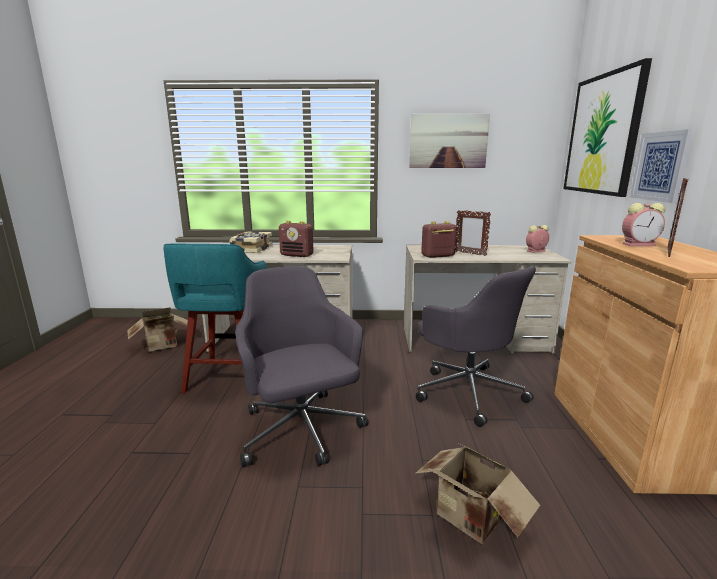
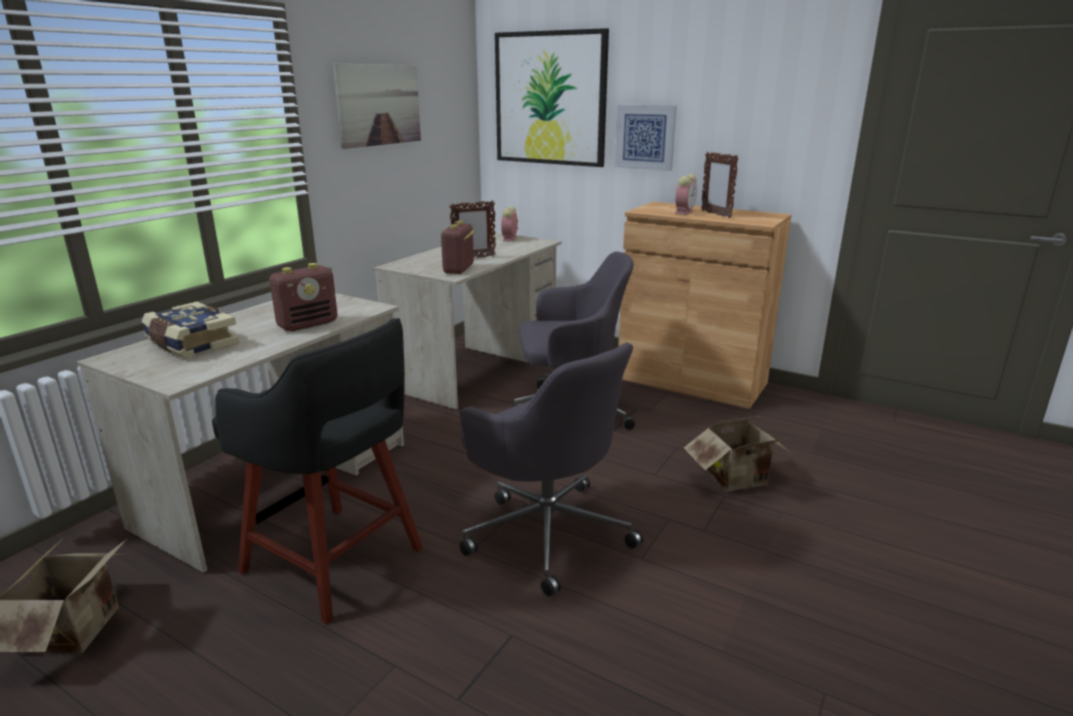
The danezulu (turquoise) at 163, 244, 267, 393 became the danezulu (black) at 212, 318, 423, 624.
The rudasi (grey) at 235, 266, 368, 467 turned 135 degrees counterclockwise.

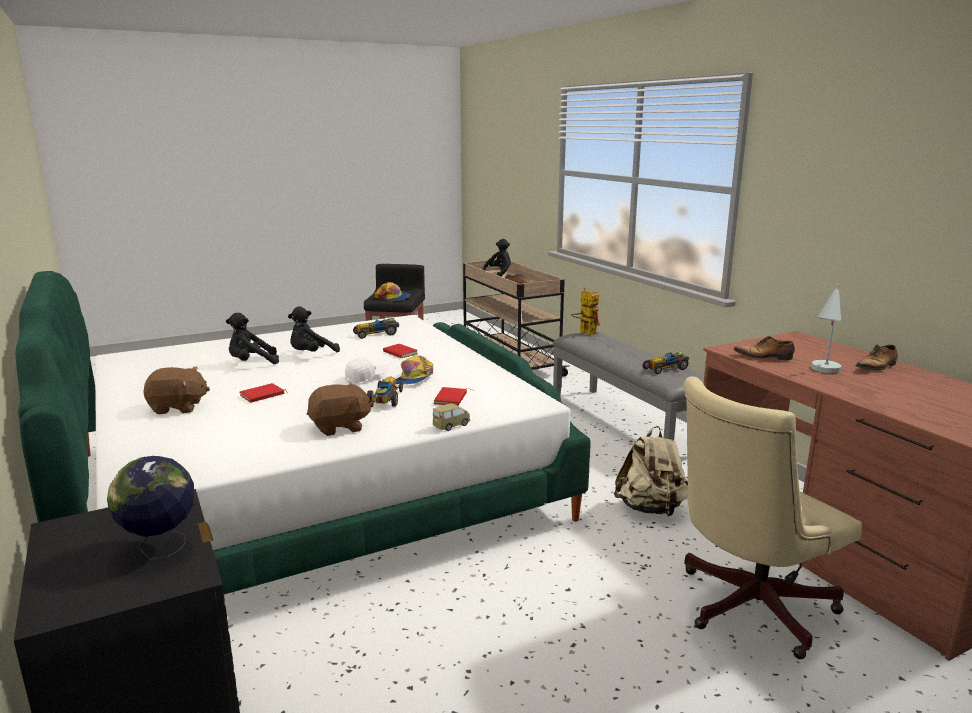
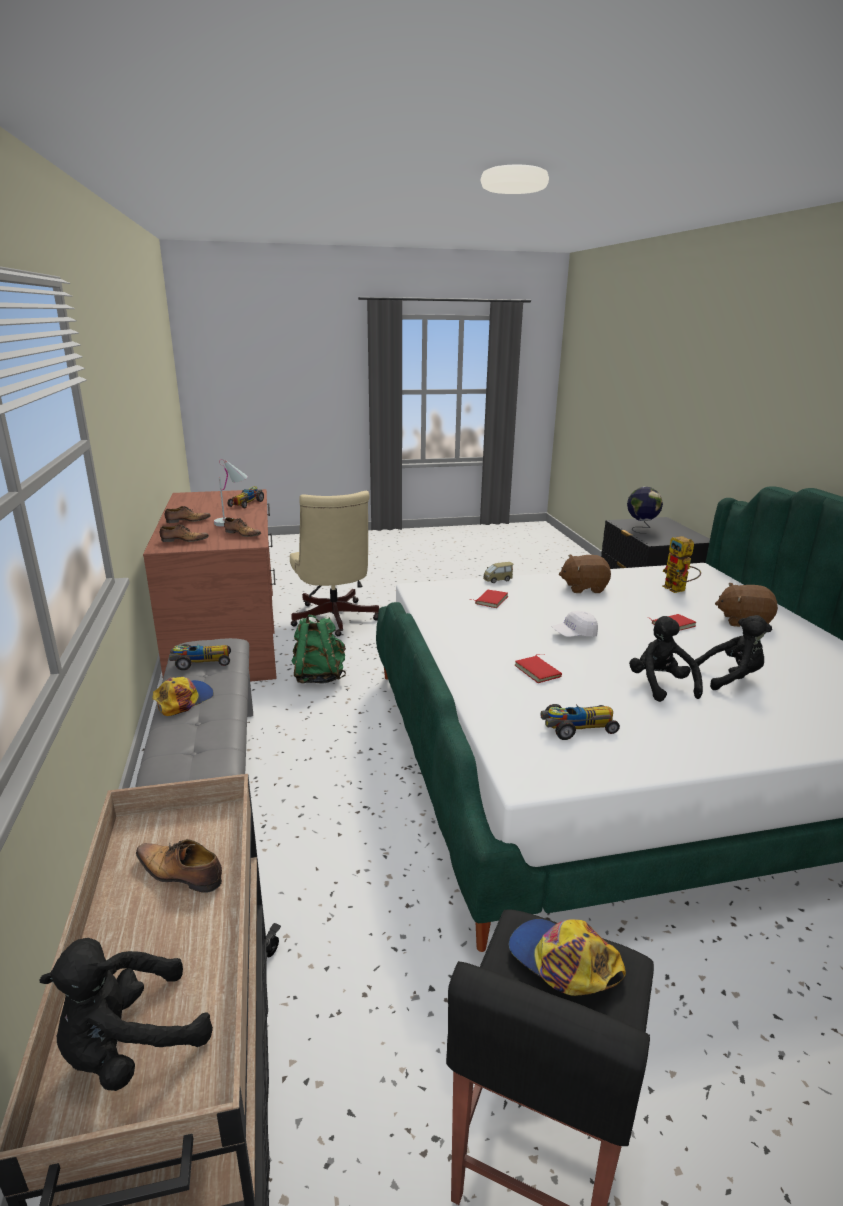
The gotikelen moved from 395, 355, 433, 384 to 152, 677, 214, 716.
The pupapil at 159, 524, 209, 542 appeared.
The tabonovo moved from 367, 377, 403, 407 to 228, 486, 264, 508.
The rudasi (beige) at 683, 376, 862, 659 turned 90 degrees clockwise.
The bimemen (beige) at 614, 426, 688, 516 became the bimemen (green) at 292, 614, 346, 684.
The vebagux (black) at 288, 307, 340, 353 turned 75 degrees counterclockwise.
The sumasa moved from 571, 288, 600, 335 to 662, 536, 701, 593.

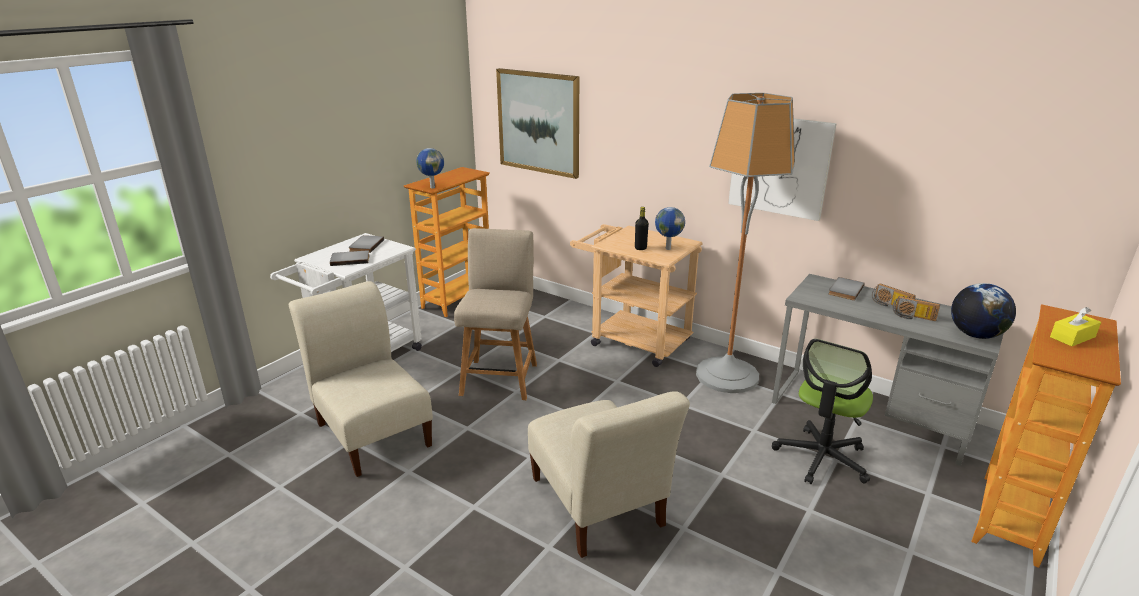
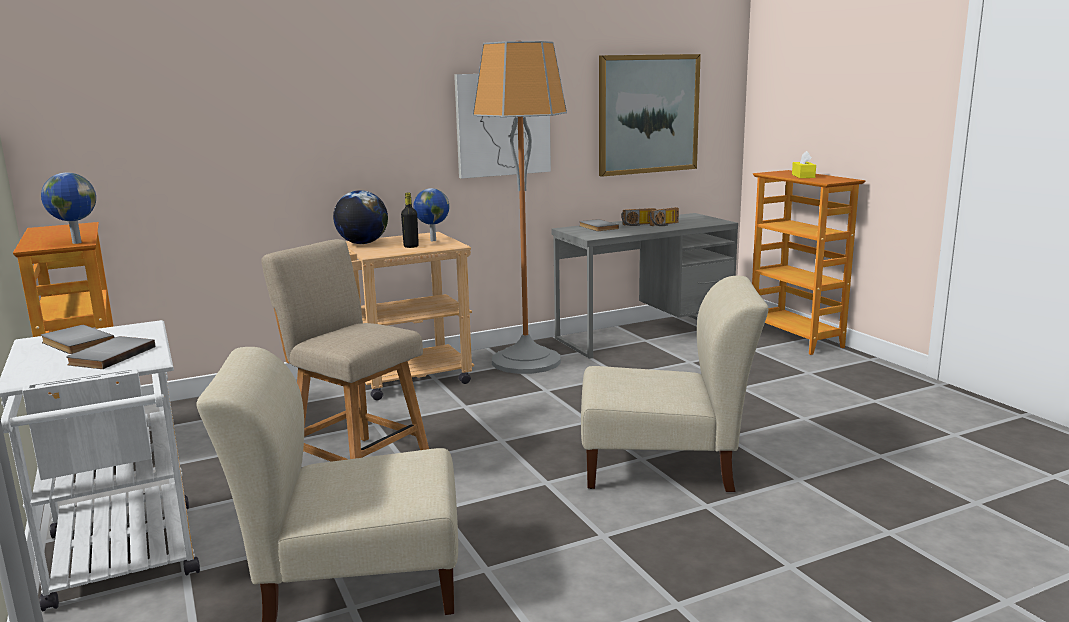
The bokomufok moved from 951, 283, 1016, 339 to 333, 190, 388, 244.
The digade moved from 496, 68, 579, 179 to 599, 54, 701, 177.
The rudasi at 772, 339, 873, 484 disappeared.

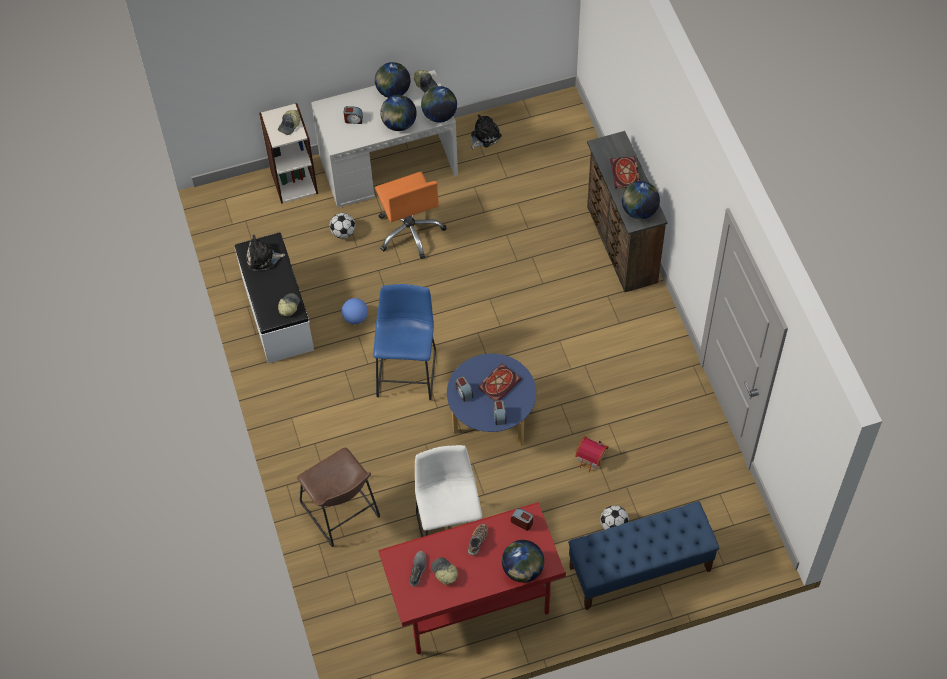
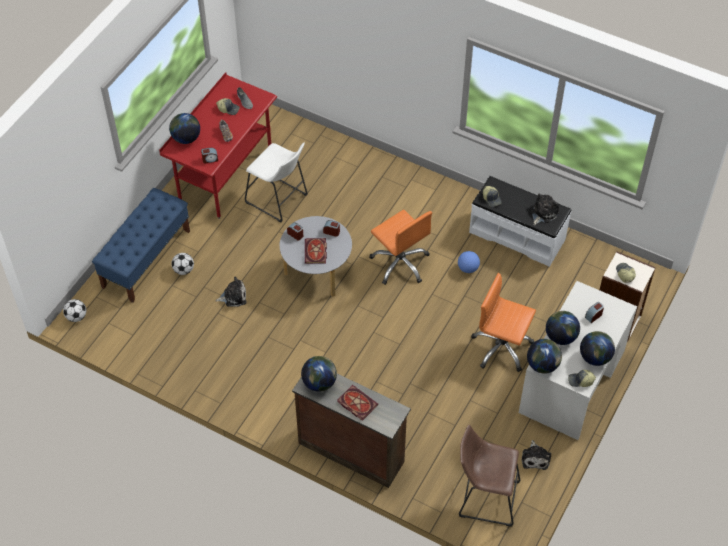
The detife moved from 330, 213, 355, 239 to 63, 299, 86, 322.
The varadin at 575, 436, 608, 472 was replaced by the vebagux at 215, 276, 247, 307.
The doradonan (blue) at 447, 354, 536, 446 became the doradonan (grey) at 279, 216, 352, 297.
The danezulu (blue) at 373, 284, 436, 400 was replaced by the rudasi (orange) at 369, 209, 432, 285.
The danezulu (brown) moved from 297, 448, 380, 547 to 459, 425, 520, 527.

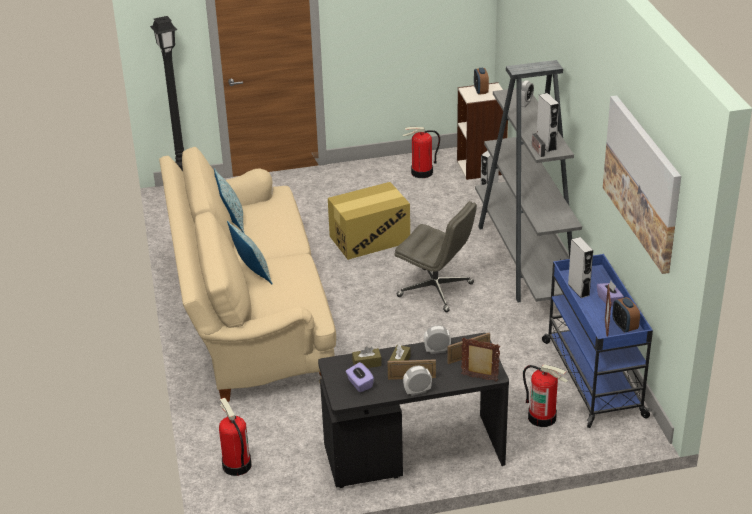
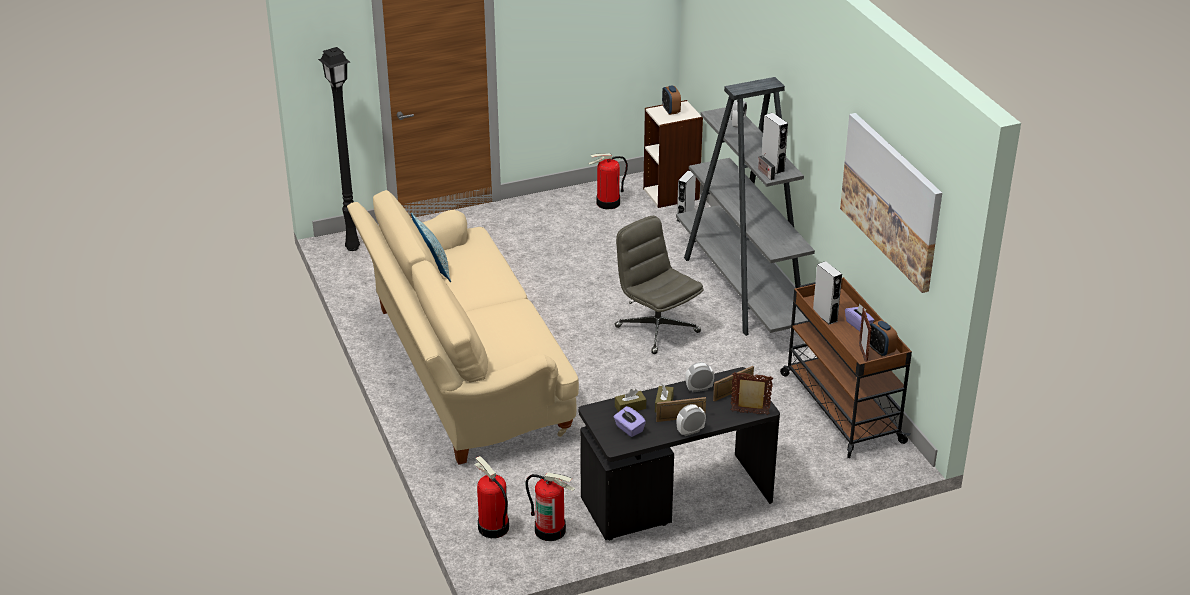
The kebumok moved from 523, 364, 569, 427 to 525, 472, 575, 541.
The rudasi (grey) at 395, 201, 477, 312 turned 150 degrees counterclockwise.
The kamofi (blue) at 542, 254, 653, 428 became the kamofi (brown) at 780, 277, 912, 458.
The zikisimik at 227, 220, 273, 284 disappeared.
The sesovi at 328, 182, 410, 260 disappeared.

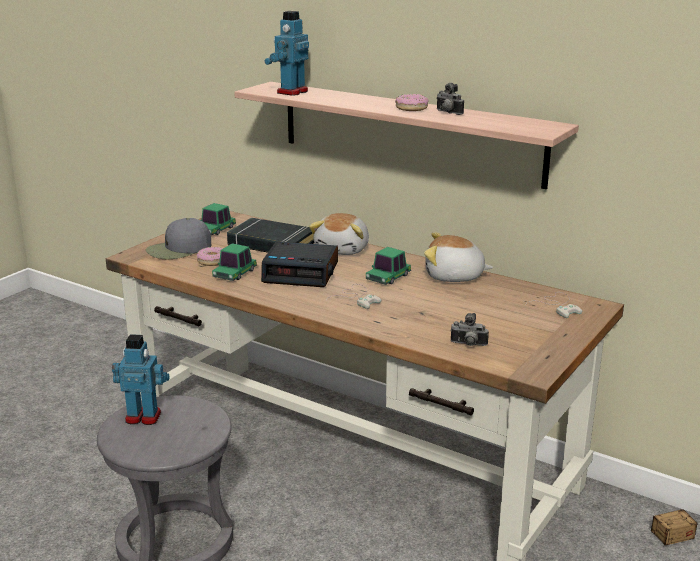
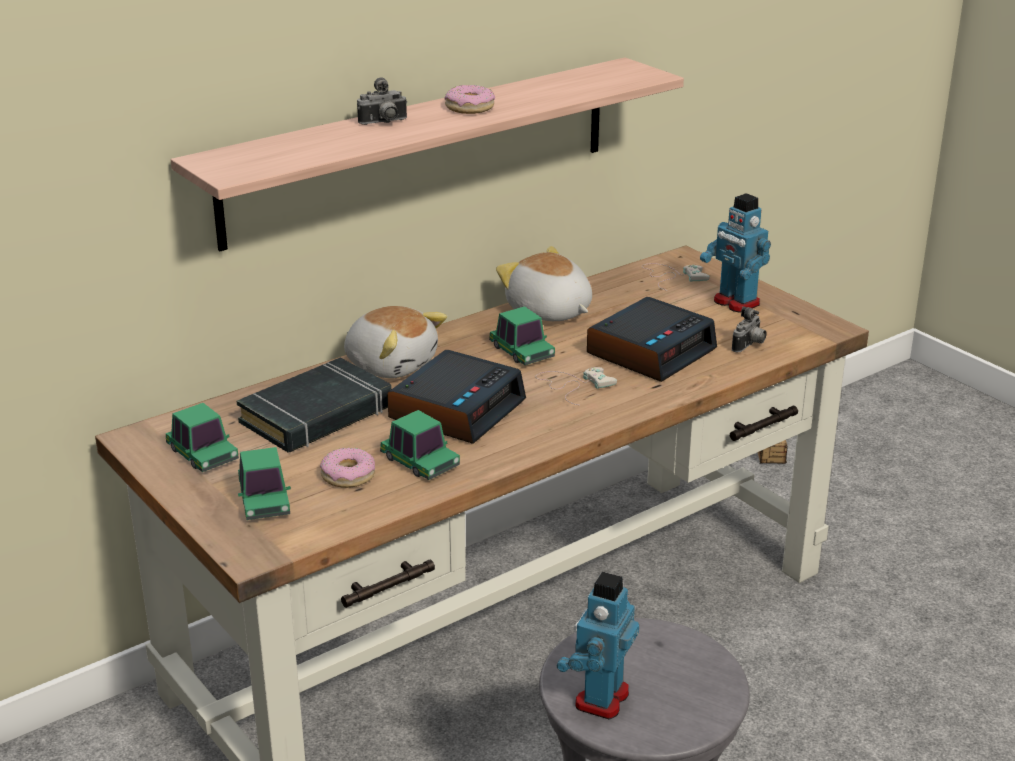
The gotikelen (grey) at 146, 218, 211, 259 was replaced by the tabonovo at 238, 447, 291, 520.
The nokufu moved from 436, 83, 464, 115 to 357, 77, 408, 125.
The vebagux at 424, 232, 493, 282 turned 105 degrees clockwise.
The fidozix at 587, 297, 717, 382 appeared.
The sumasa moved from 264, 11, 309, 96 to 700, 193, 771, 313.

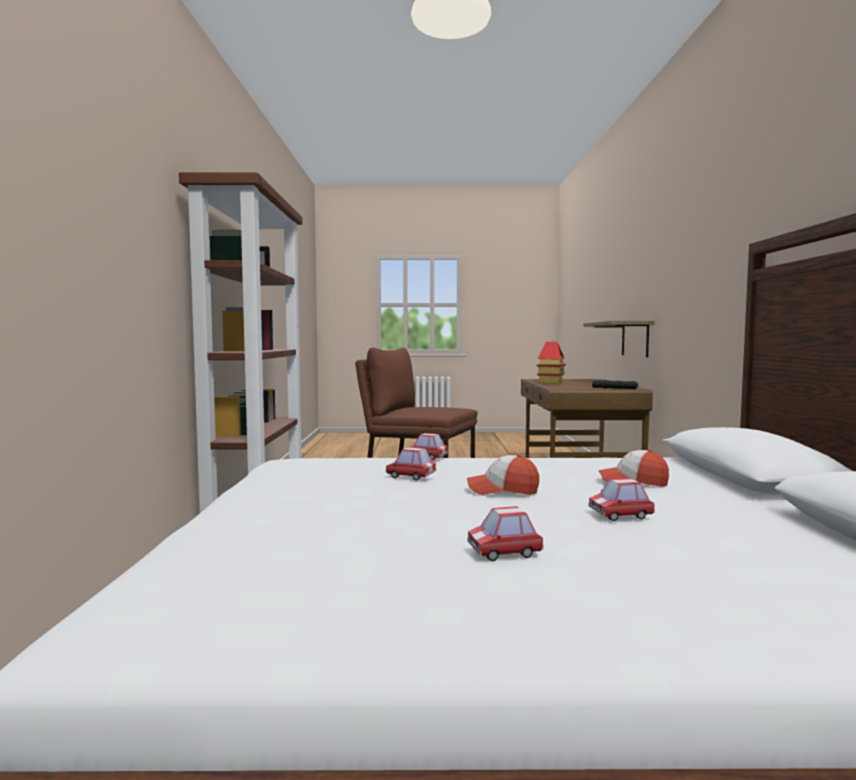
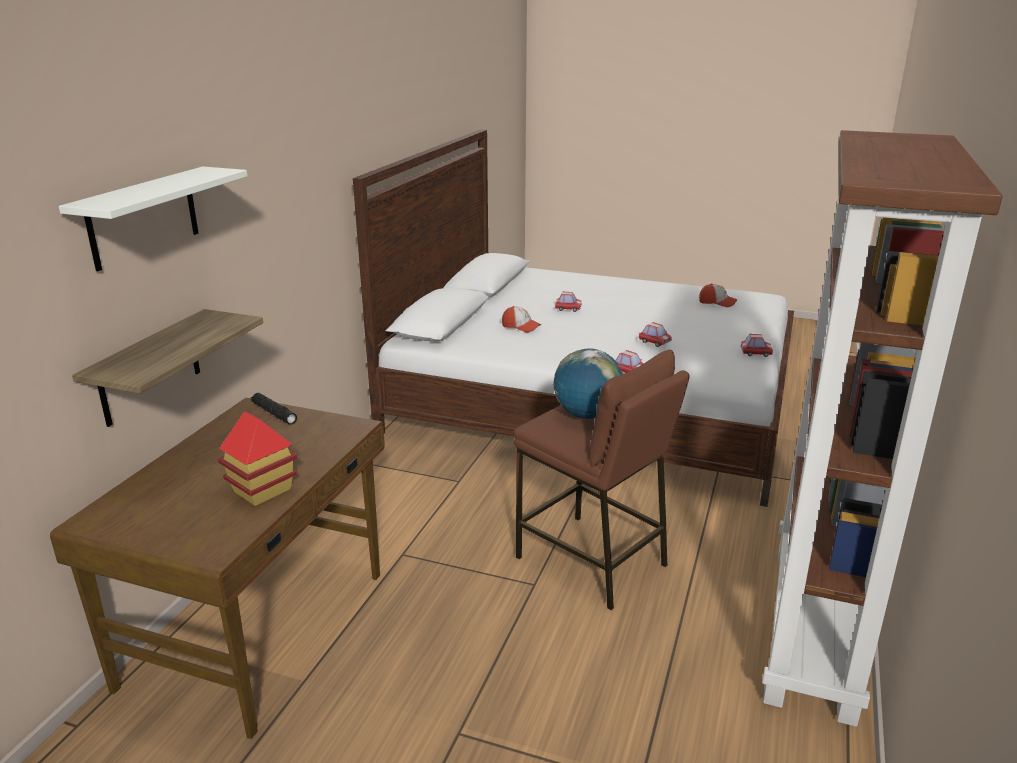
The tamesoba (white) at 59, 166, 248, 271 appeared.
The bokomufok at 554, 349, 622, 419 appeared.
The gotikelen moved from 467, 454, 539, 495 to 699, 284, 738, 307.
The tabonovo moved from 467, 506, 544, 561 to 741, 334, 773, 357.

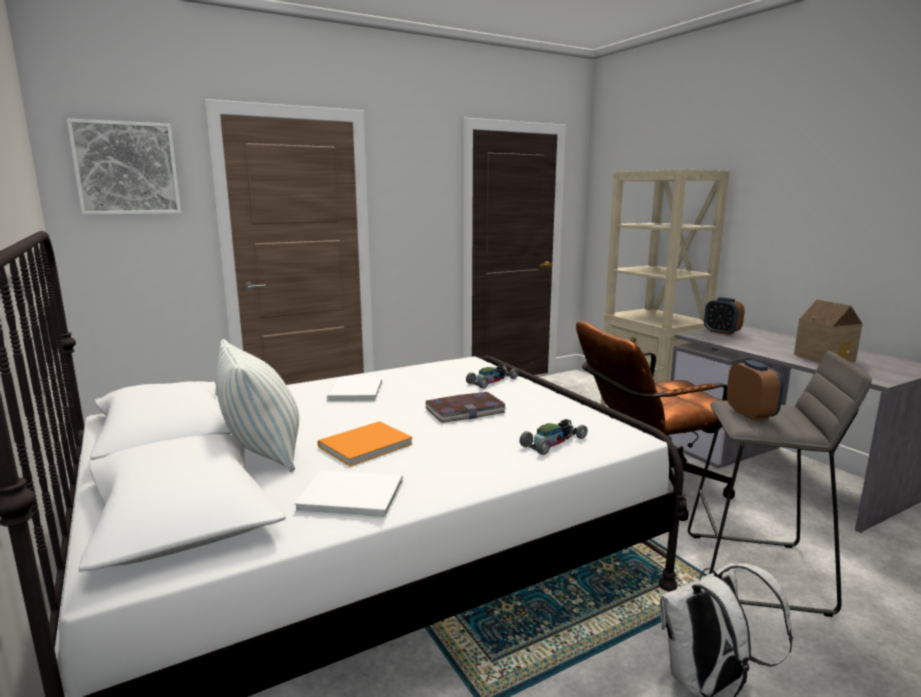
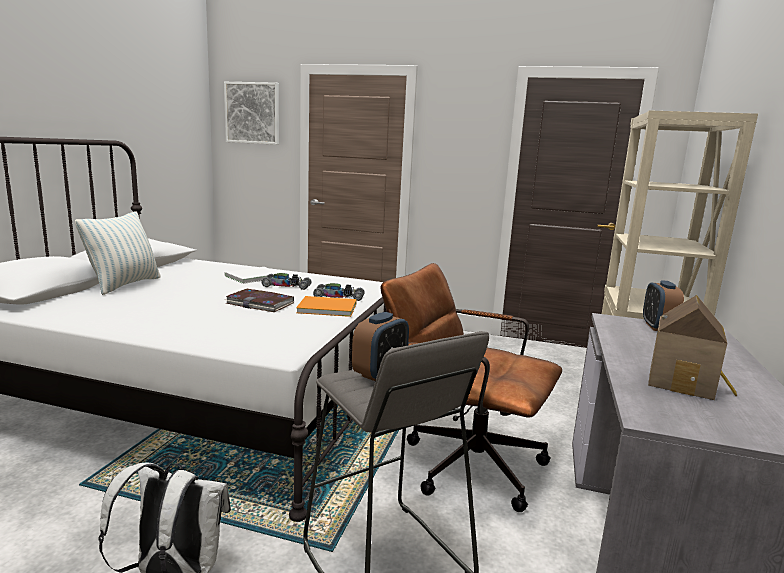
The tabonovo moved from 520, 419, 587, 455 to 261, 273, 311, 290.
The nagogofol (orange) moved from 317, 421, 413, 466 to 296, 296, 356, 317.
The nagogofol (white) at 294, 471, 403, 519 disappeared.

